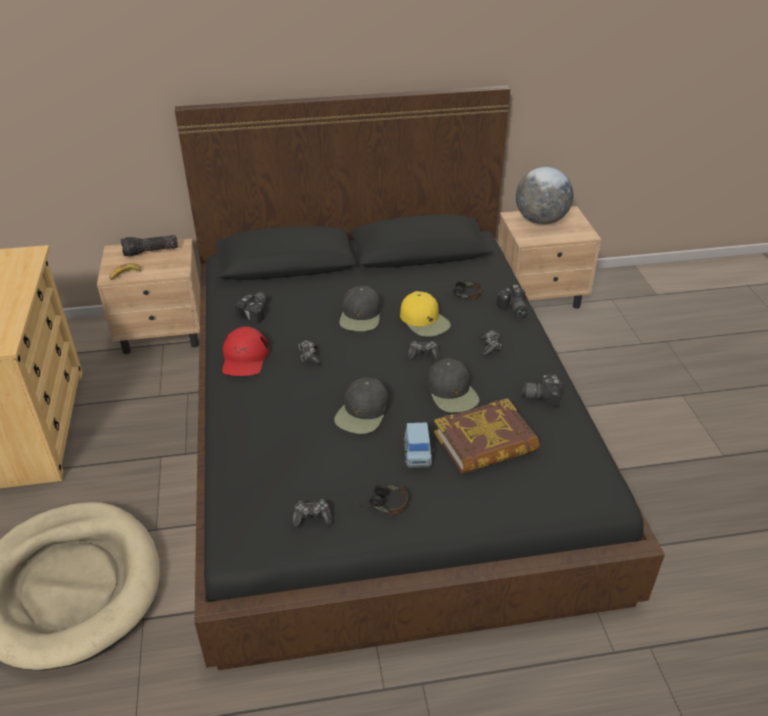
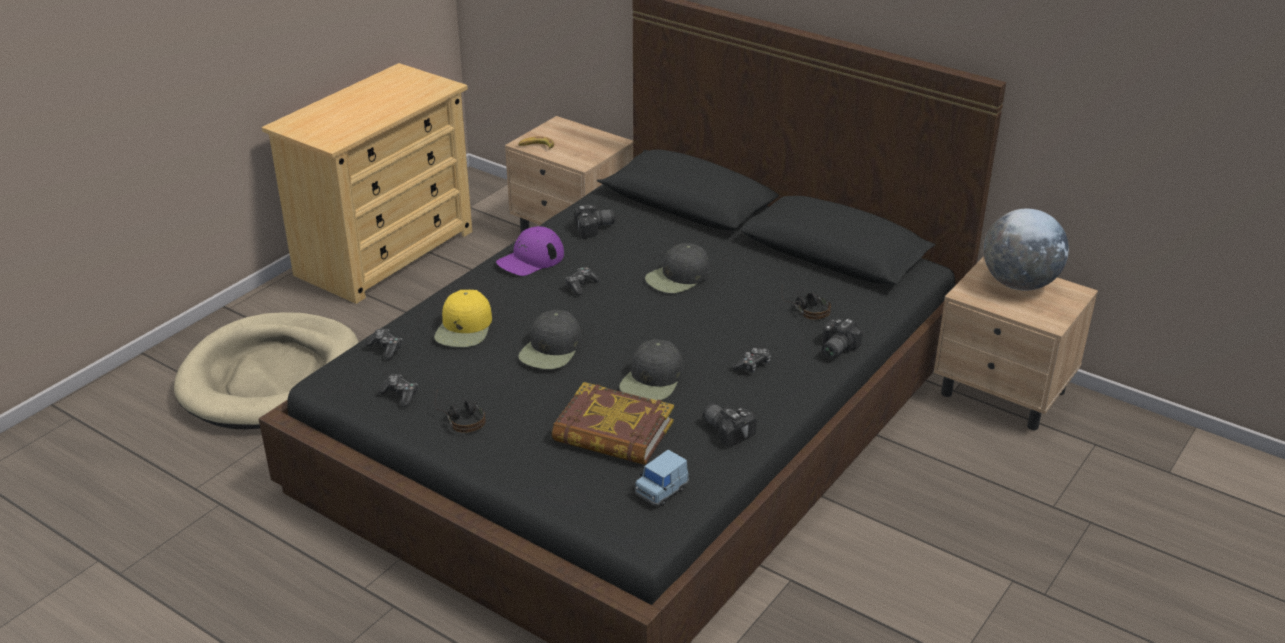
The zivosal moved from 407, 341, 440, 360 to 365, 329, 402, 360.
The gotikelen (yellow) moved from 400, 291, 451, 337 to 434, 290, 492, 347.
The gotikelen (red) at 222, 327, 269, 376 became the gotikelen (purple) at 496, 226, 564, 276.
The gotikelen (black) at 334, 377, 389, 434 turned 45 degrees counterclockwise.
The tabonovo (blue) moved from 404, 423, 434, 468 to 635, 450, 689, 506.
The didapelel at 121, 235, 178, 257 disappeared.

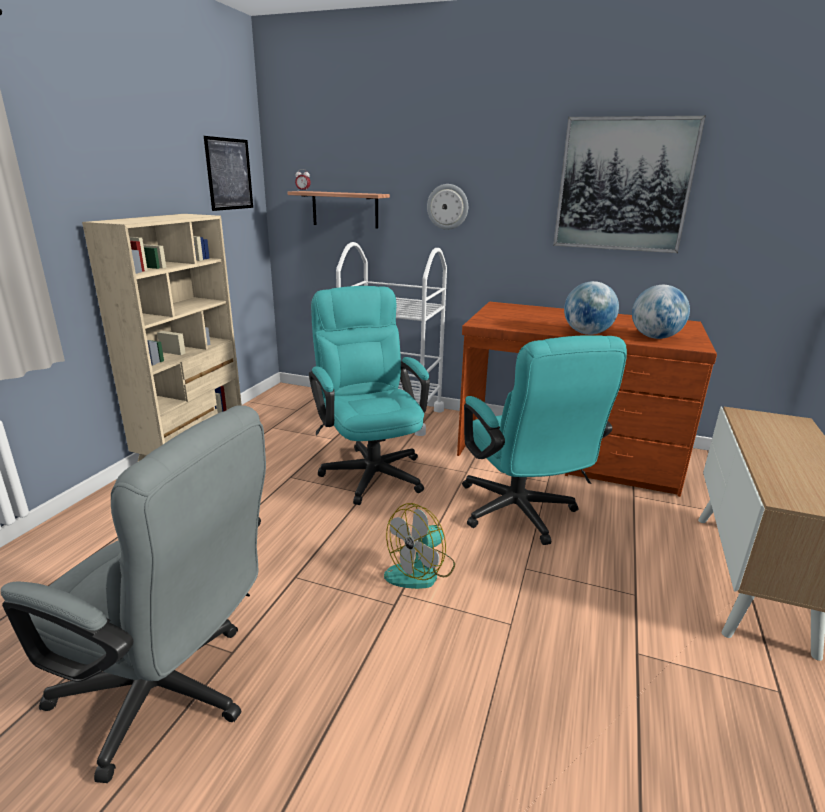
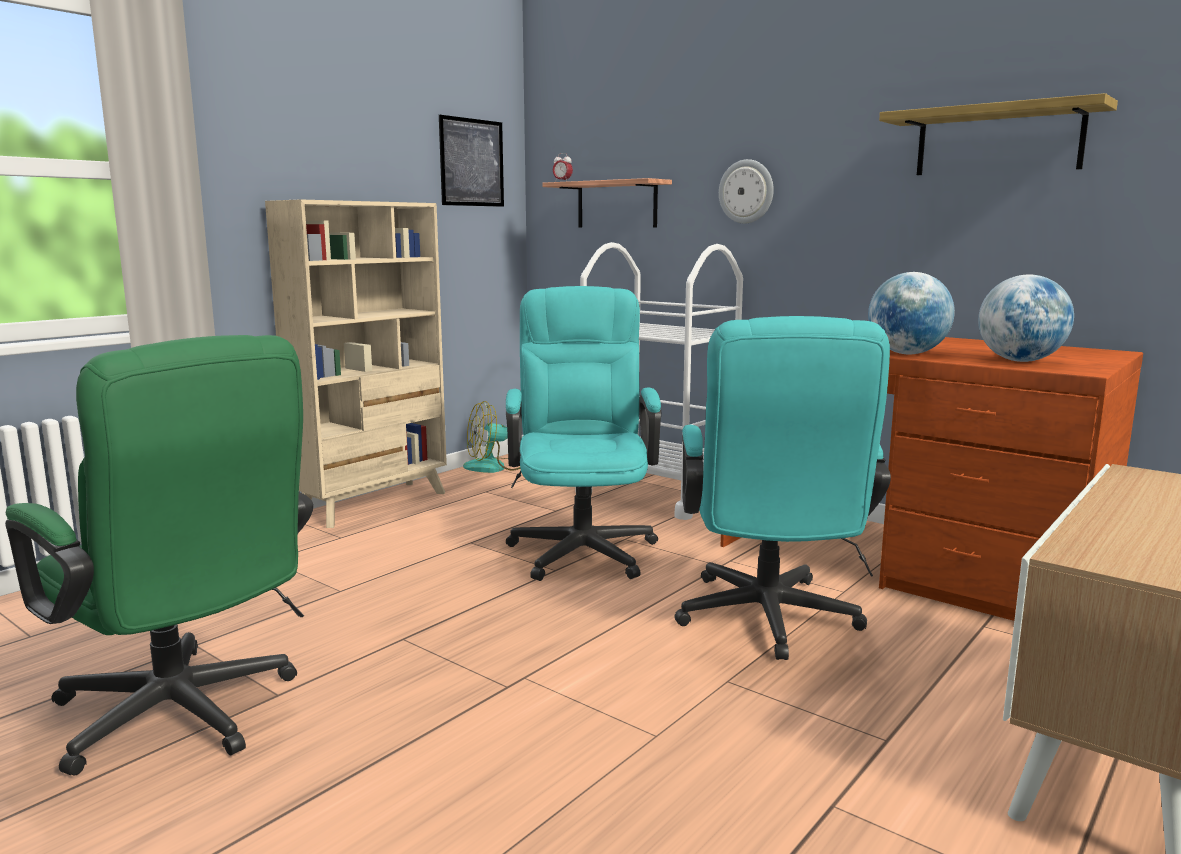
The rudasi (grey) at 0, 405, 266, 783 became the rudasi (green) at 5, 335, 313, 775.
The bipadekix moved from 384, 503, 455, 589 to 463, 401, 521, 473.
The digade at 553, 116, 706, 253 was replaced by the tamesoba at 879, 93, 1118, 175.

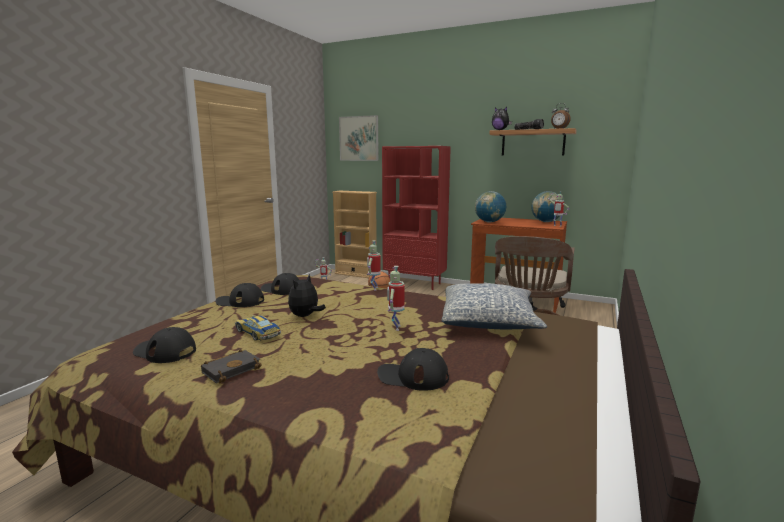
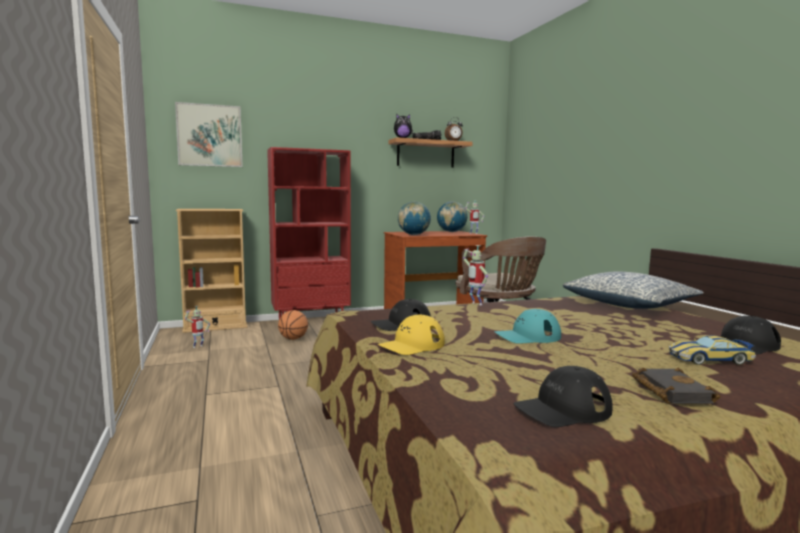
The gotikelen (black) at 215, 283, 264, 307 became the gotikelen (yellow) at 378, 315, 445, 355.
The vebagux at 288, 274, 326, 317 was replaced by the gotikelen (turquoise) at 494, 309, 561, 344.
The tabonovo moved from 235, 315, 281, 341 to 669, 335, 756, 365.
The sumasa at 387, 266, 405, 331 disappeared.

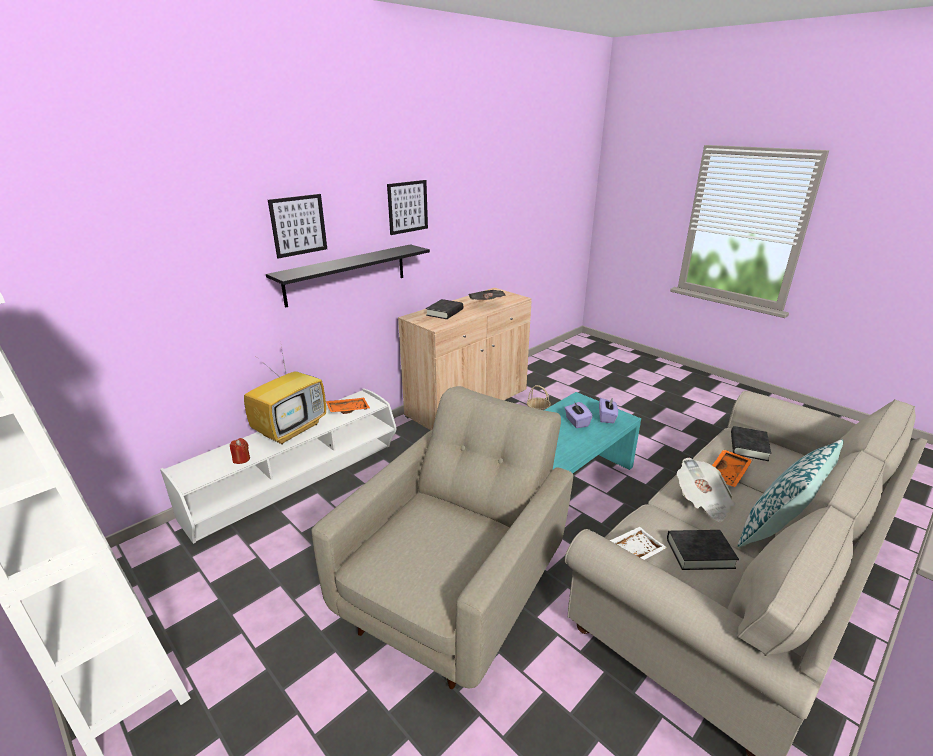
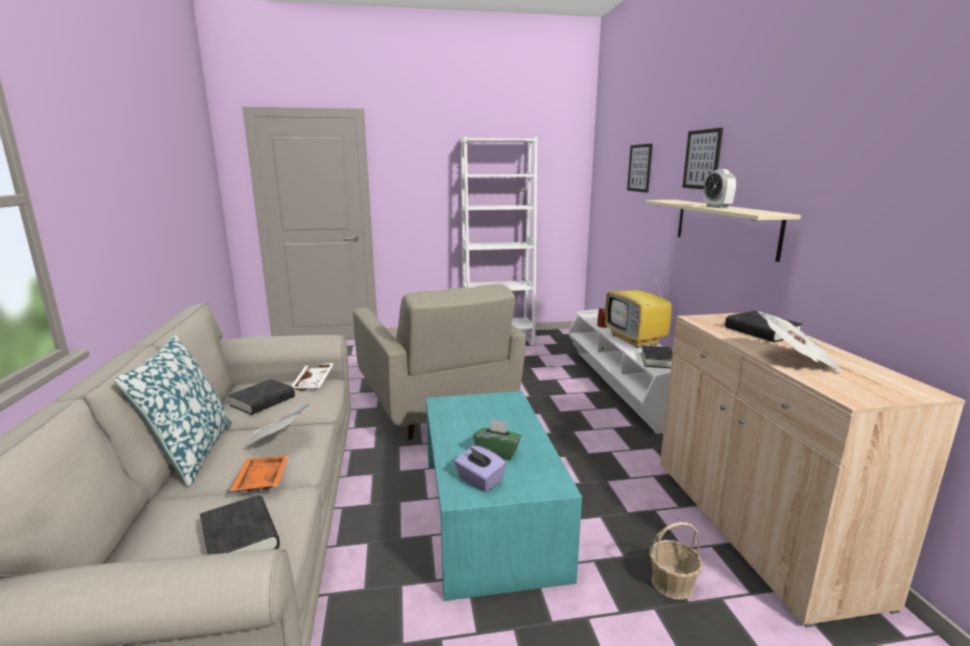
The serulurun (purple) at 565, 401, 593, 428 became the serulurun (green) at 473, 419, 521, 460.
The digade moved from 387, 180, 428, 235 to 627, 144, 653, 193.
The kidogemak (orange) at 326, 398, 370, 414 was replaced by the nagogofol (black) at 641, 346, 673, 368.
The tamesoba (black) at 266, 244, 430, 308 became the tamesoba (beige) at 645, 200, 801, 262.
The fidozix at 703, 169, 736, 208 appeared.

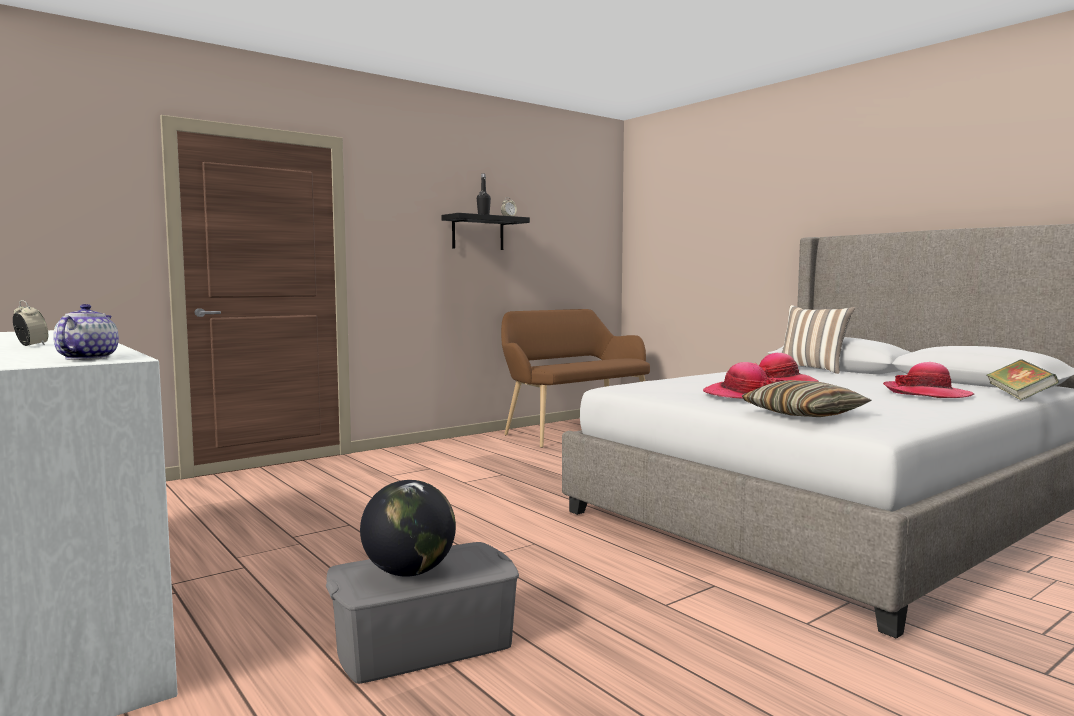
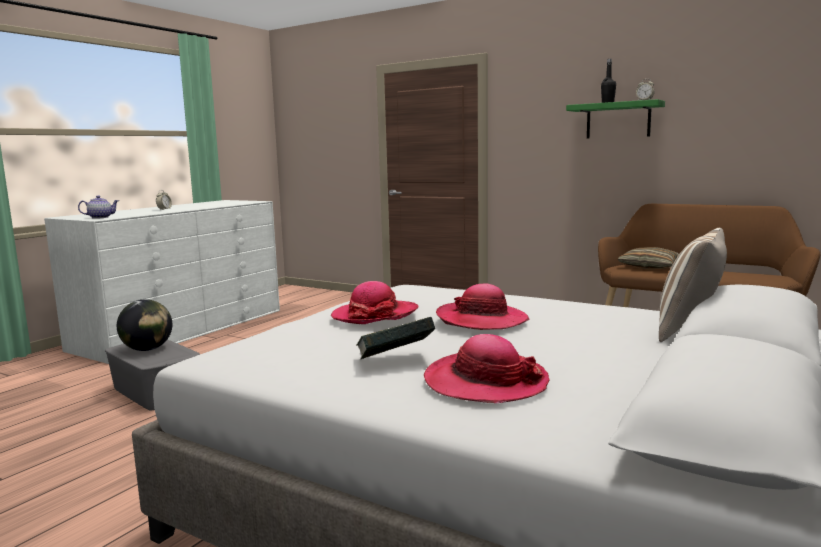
The nagogofol moved from 987, 359, 1059, 400 to 356, 317, 435, 359.
The tamesoba (black) at 441, 213, 530, 250 became the tamesoba (green) at 566, 99, 665, 138.
The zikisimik moved from 741, 380, 871, 417 to 618, 247, 679, 269.

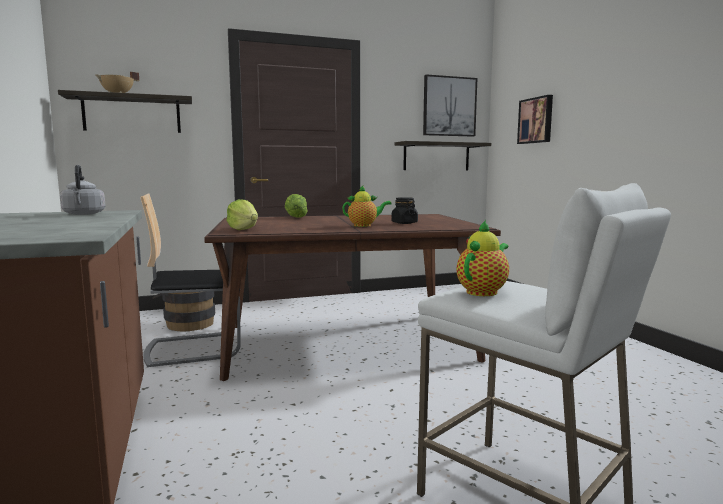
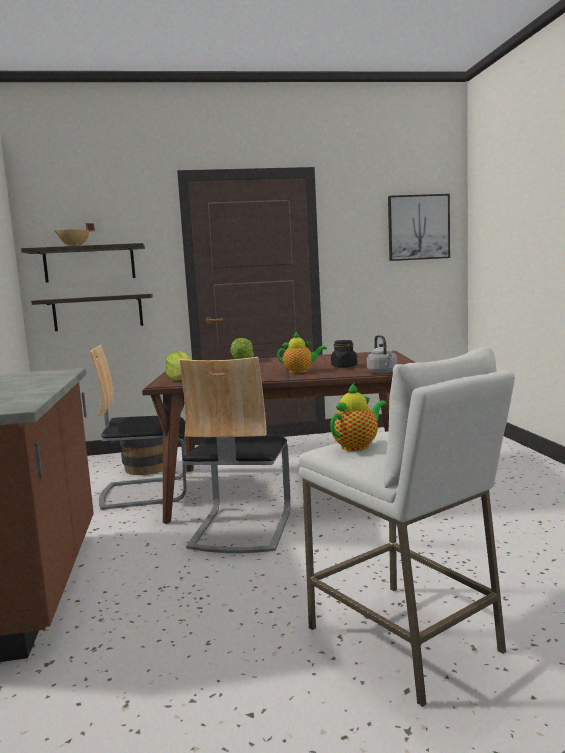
The tamesoba moved from 394, 141, 491, 170 to 31, 294, 153, 331.
The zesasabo at 180, 357, 291, 553 appeared.
The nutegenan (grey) moved from 60, 165, 106, 215 to 367, 335, 397, 373.
The digade at 517, 95, 553, 144 disappeared.

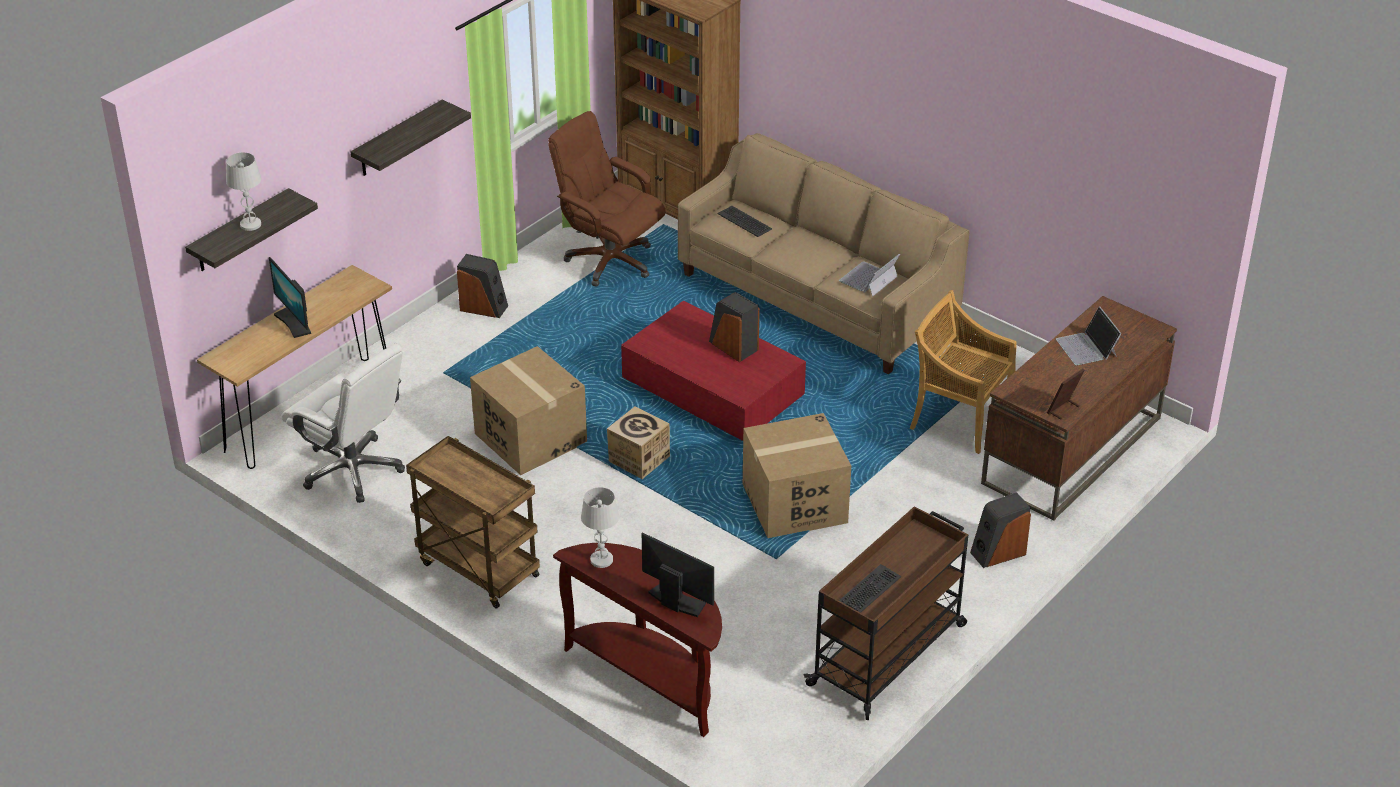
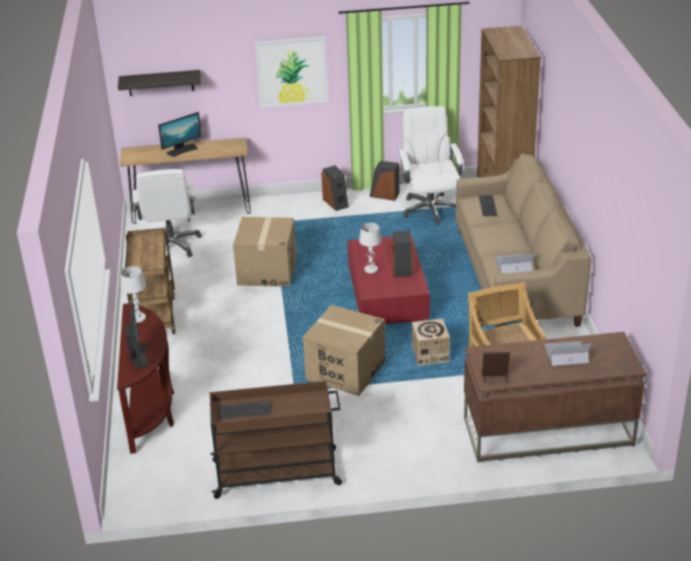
The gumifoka at 269, 257, 311, 338 turned 135 degrees counterclockwise.
The tamesoba at 350, 99, 471, 176 was replaced by the digade at 255, 36, 328, 107.
The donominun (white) moved from 226, 152, 262, 231 to 359, 223, 382, 273.
The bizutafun moved from 970, 492, 1031, 568 to 370, 161, 400, 201.
The rudasi (brown) at 548, 111, 666, 287 became the rudasi (white) at 398, 106, 463, 225.
The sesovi moved from 607, 406, 670, 479 to 412, 319, 450, 366.
The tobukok at 1056, 306, 1121, 365 turned 60 degrees clockwise.

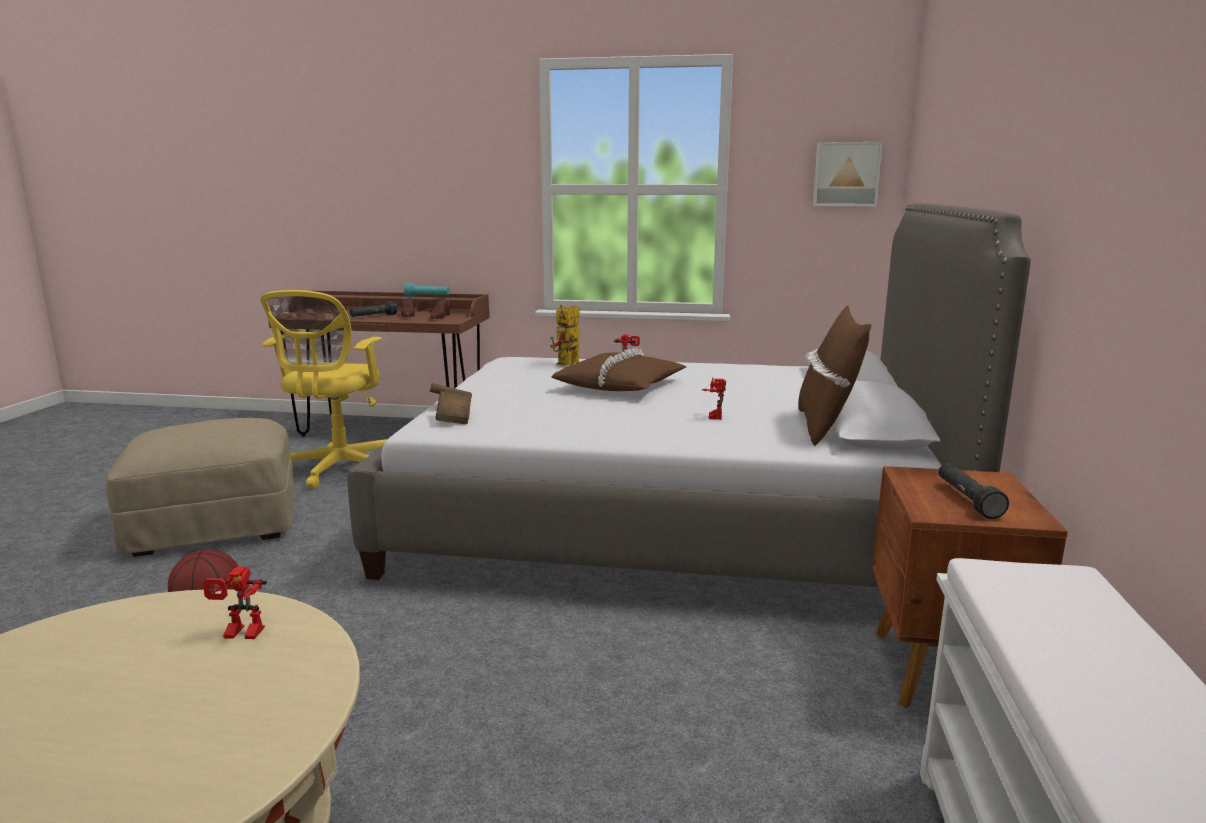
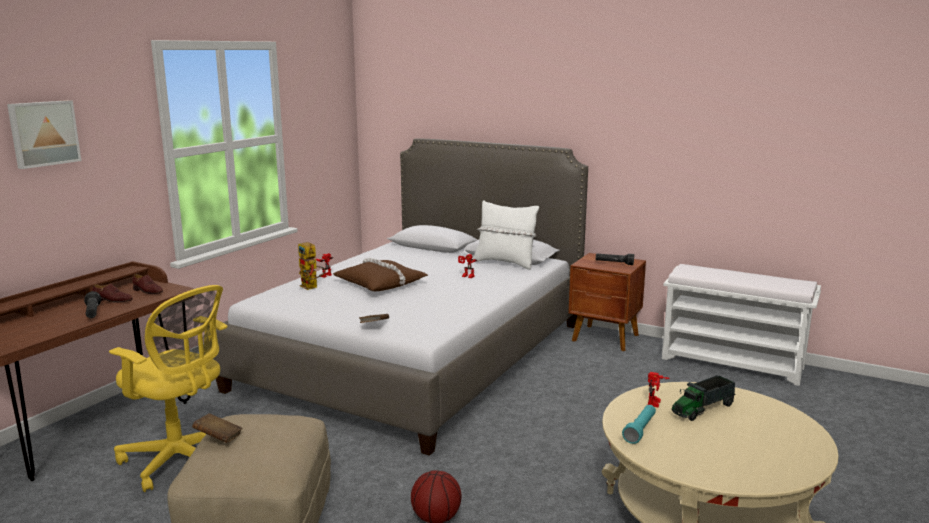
The digade moved from 813, 142, 883, 206 to 7, 100, 81, 169.
The nagogofol (brown) moved from 436, 391, 471, 424 to 192, 413, 242, 443.
The zikisimik (brown) at 799, 306, 872, 446 became the zikisimik (white) at 473, 200, 539, 270.
The didapelel (turquoise) moved from 404, 283, 450, 297 to 622, 405, 656, 444.
The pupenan at 672, 375, 736, 421 appeared.

